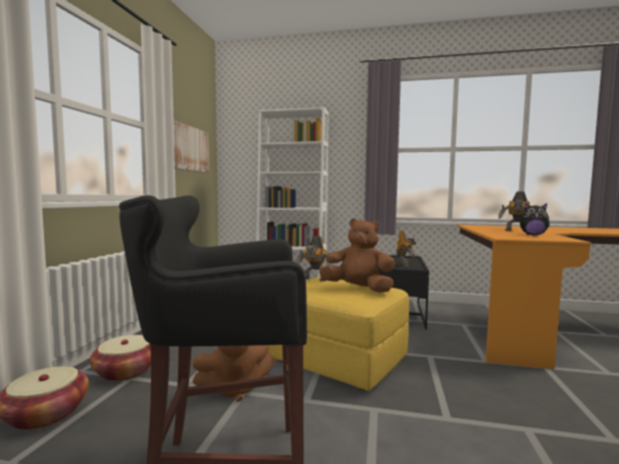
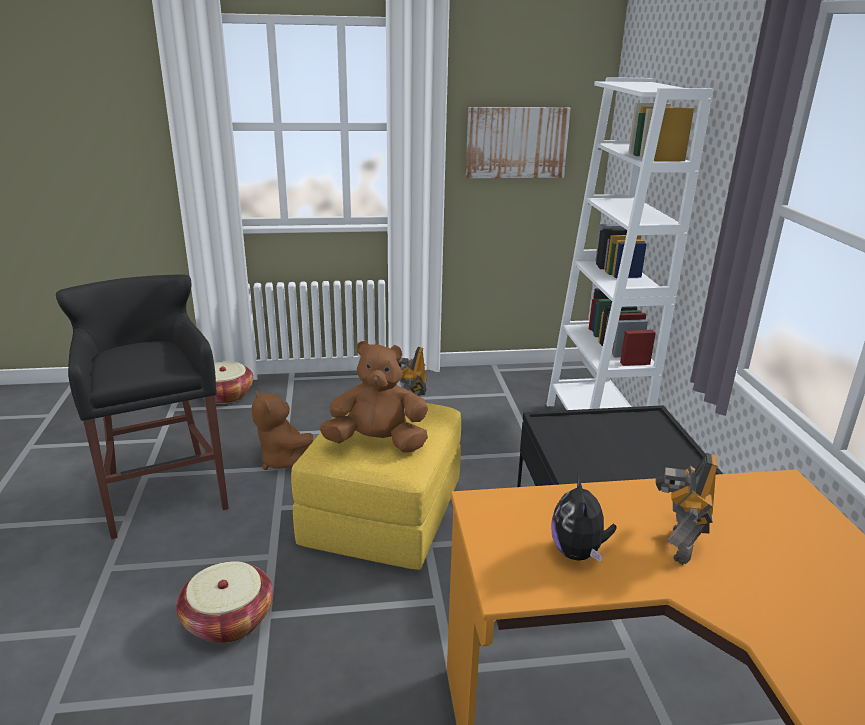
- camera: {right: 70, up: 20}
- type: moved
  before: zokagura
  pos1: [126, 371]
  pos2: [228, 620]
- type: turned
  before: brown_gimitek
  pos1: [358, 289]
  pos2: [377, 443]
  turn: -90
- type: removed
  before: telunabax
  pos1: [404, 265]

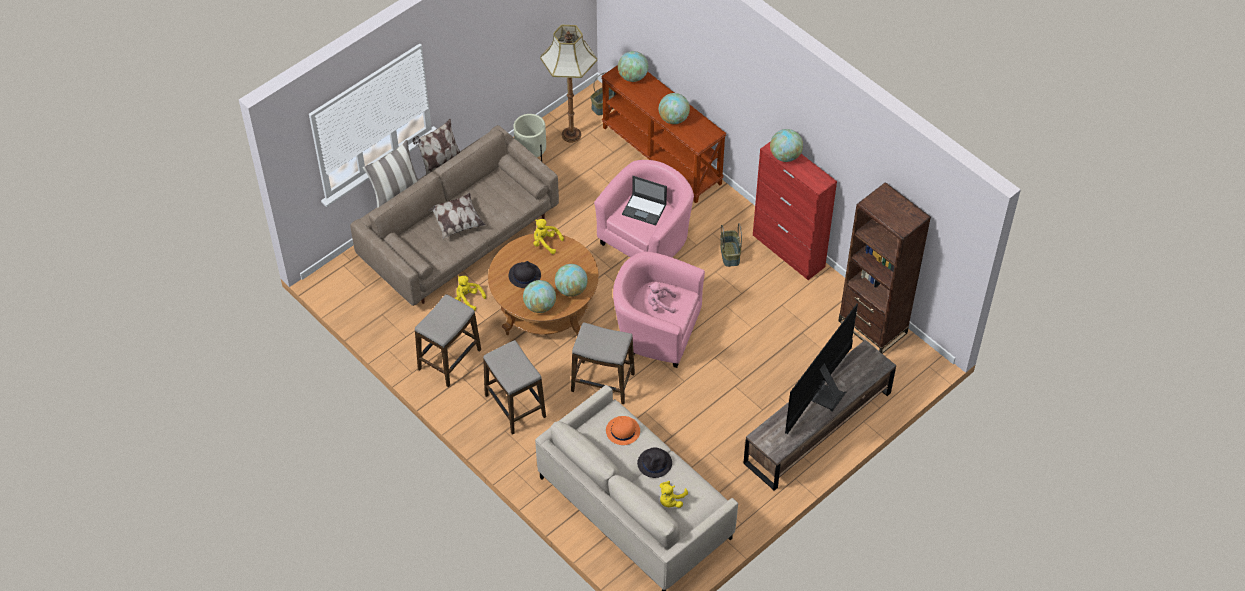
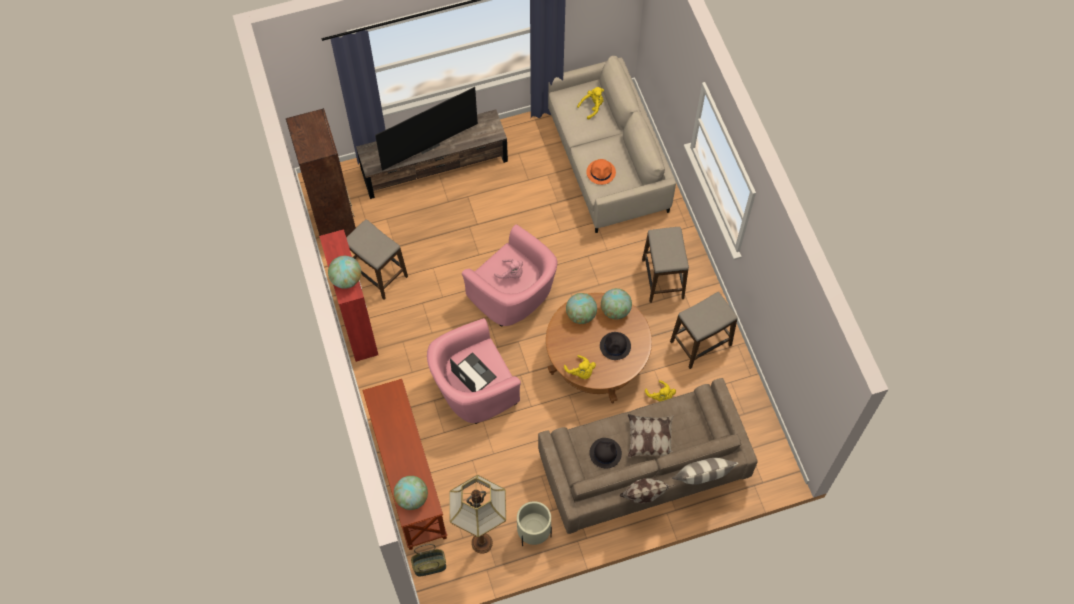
- camera: {right: -155, up: 10}
- type: moved
  before: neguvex
  pos1: [603, 383]
  pos2: [378, 273]
- type: moved
  before: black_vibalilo
  pos1: [655, 463]
  pos2: [605, 453]
- type: removed
  before: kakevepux
  pos1: [673, 119]
- type: removed
  before: zokagura
  pos1: [730, 254]

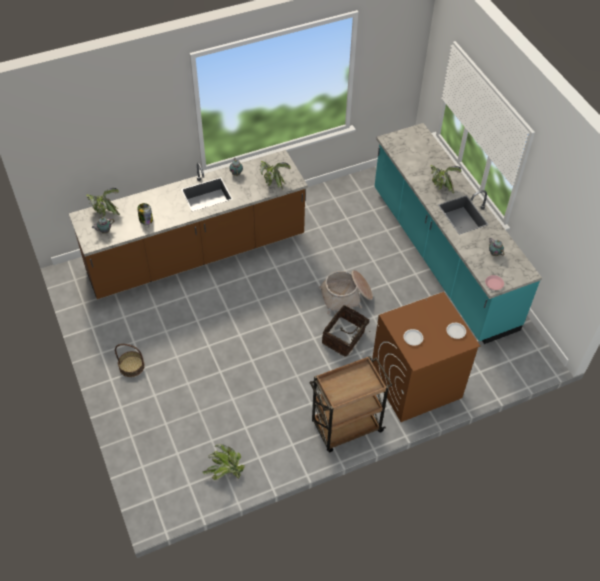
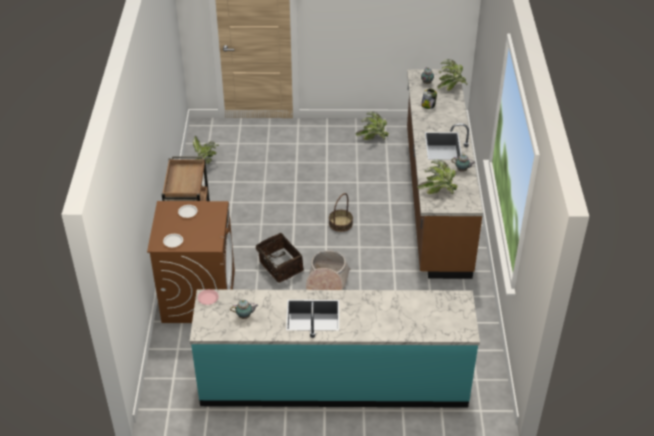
- camera: {right: 115, up: -10}
- type: moved
  before: zokagura
  pos1: [131, 366]
  pos2: [340, 223]
- type: moved
  before: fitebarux
  pos1: [440, 185]
  pos2: [372, 137]

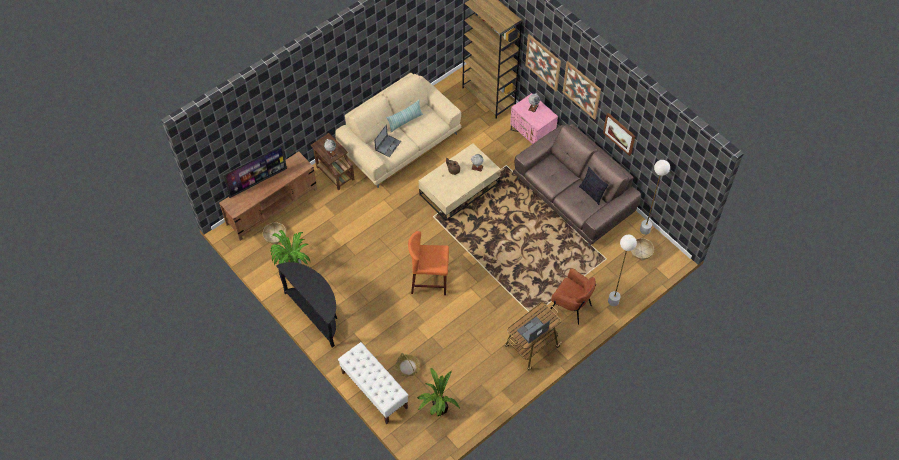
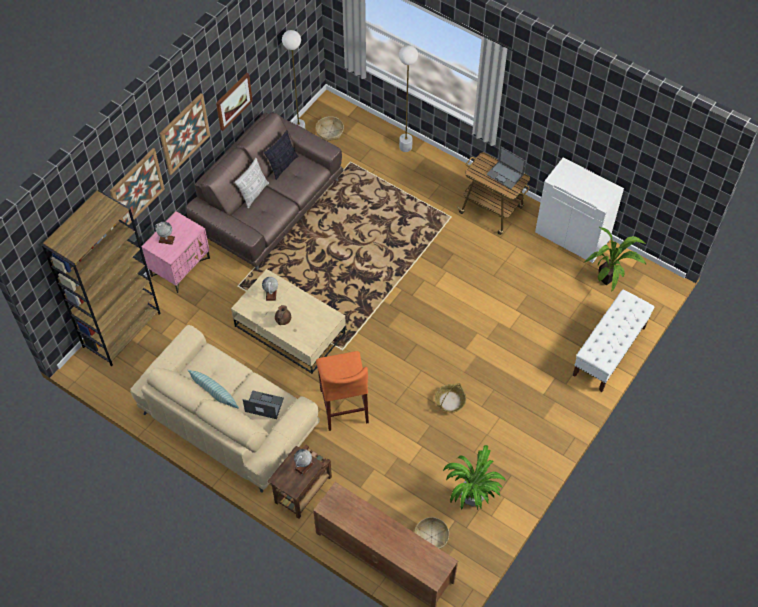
- camera: {right: -105, up: 0}
- type: added
  after: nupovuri
  pos2: [254, 193]
- type: moved
  before: orange_neguvex
  pos1: [429, 281]
  pos2: [344, 406]
- type: moved
  before: zokagura
  pos1: [407, 367]
  pos2: [450, 401]
- type: added
  after: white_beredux
  pos2: [572, 236]
- type: removed
  before: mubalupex
  pos1: [258, 182]
- type: removed
  before: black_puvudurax
  pos1: [316, 314]
- type: removed
  before: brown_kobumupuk
  pos1: [570, 307]

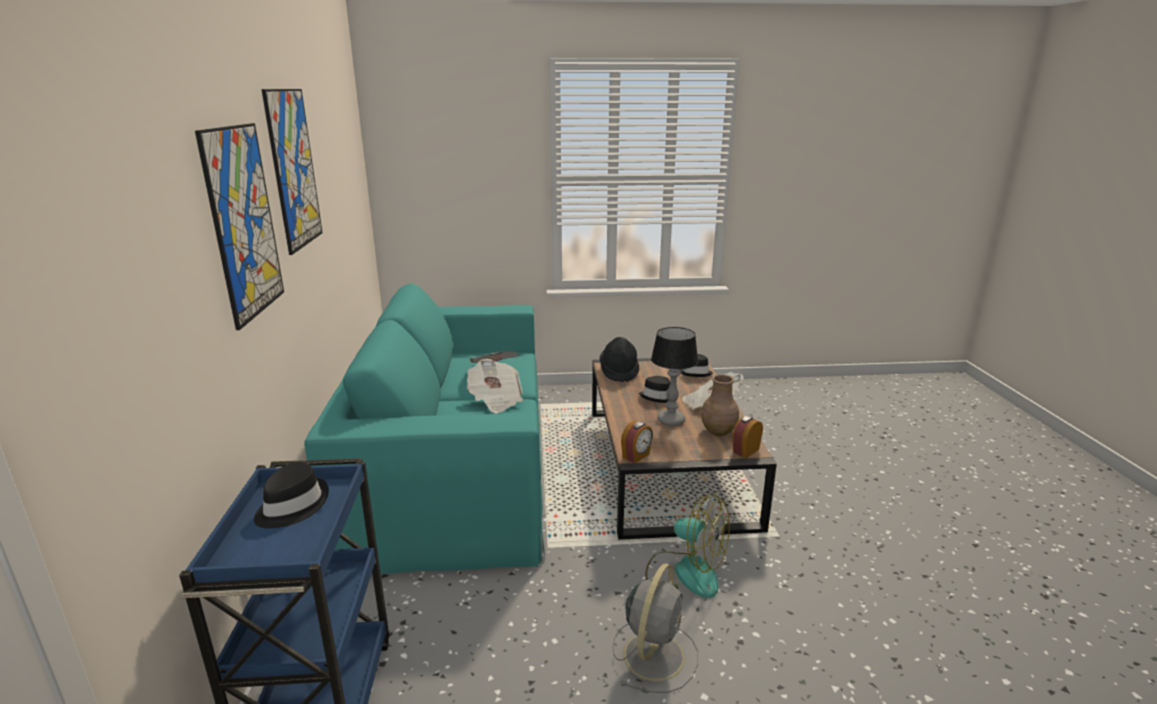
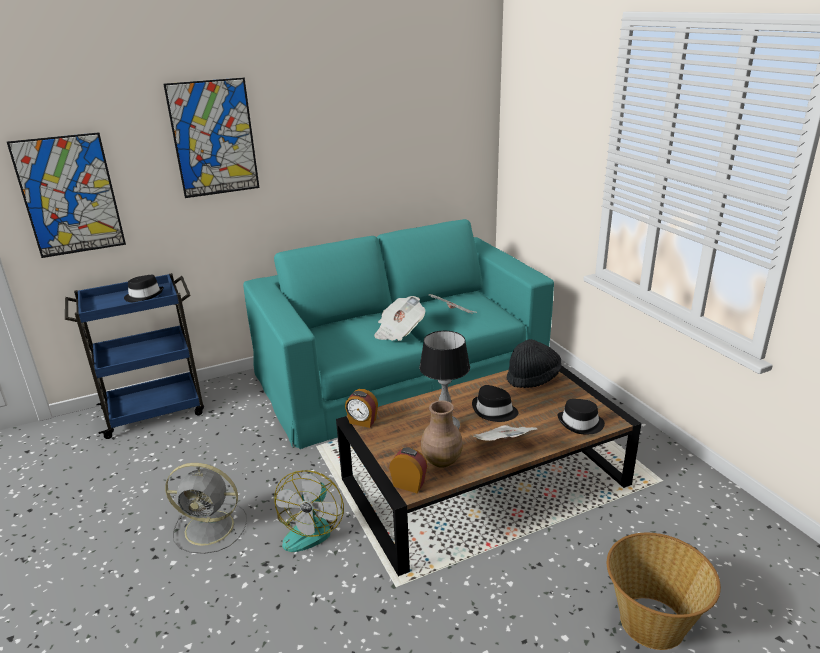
- camera: {right: 70, up: 5}
- type: moved
  before: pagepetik
  pos1: [294, 169]
  pos2: [69, 195]
- type: added
  after: zokagura
  pos2: [651, 623]

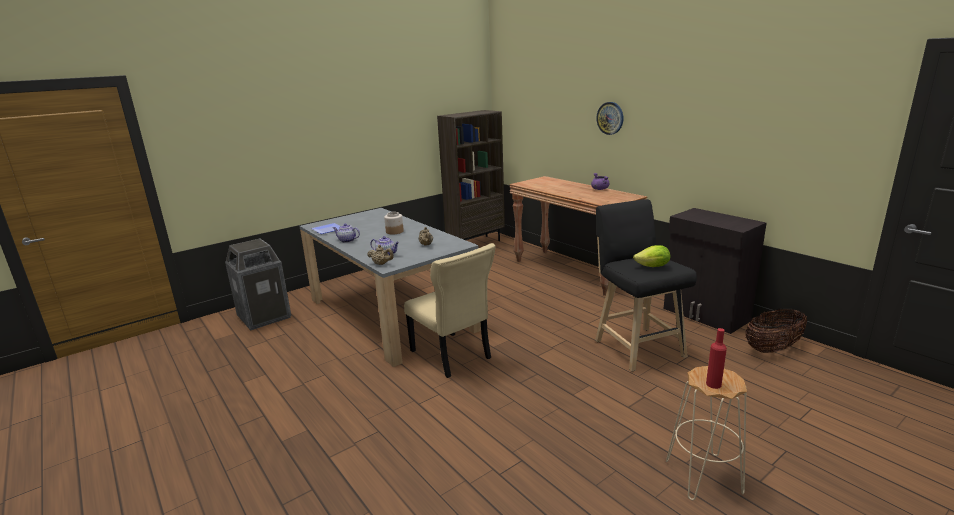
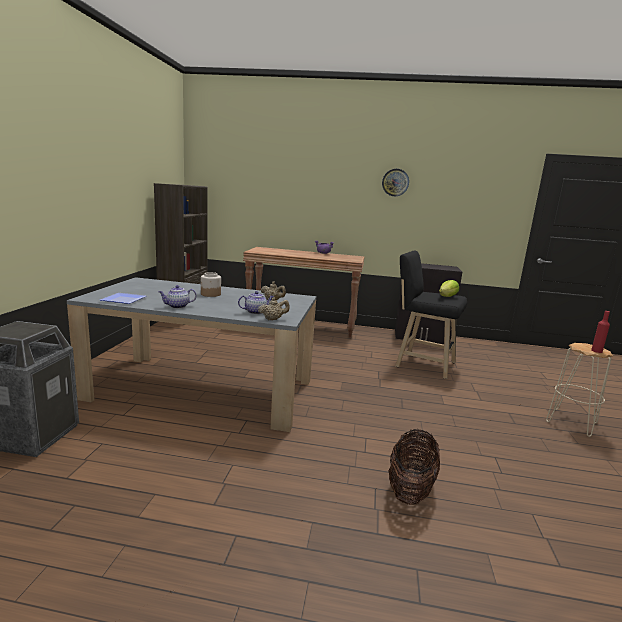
- camera: {right: -45, up: -5}
- type: moved
  before: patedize
  pos1: [610, 118]
  pos2: [395, 182]
- type: moved
  before: zokagura
  pos1: [772, 348]
  pos2: [410, 489]
- type: removed
  before: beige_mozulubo
  pos1: [452, 356]

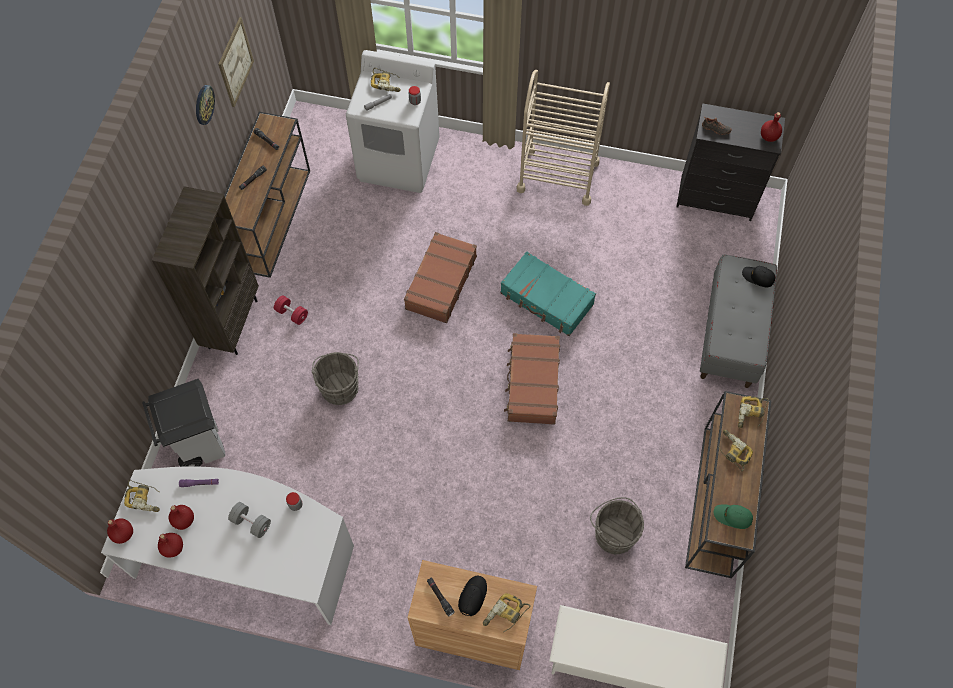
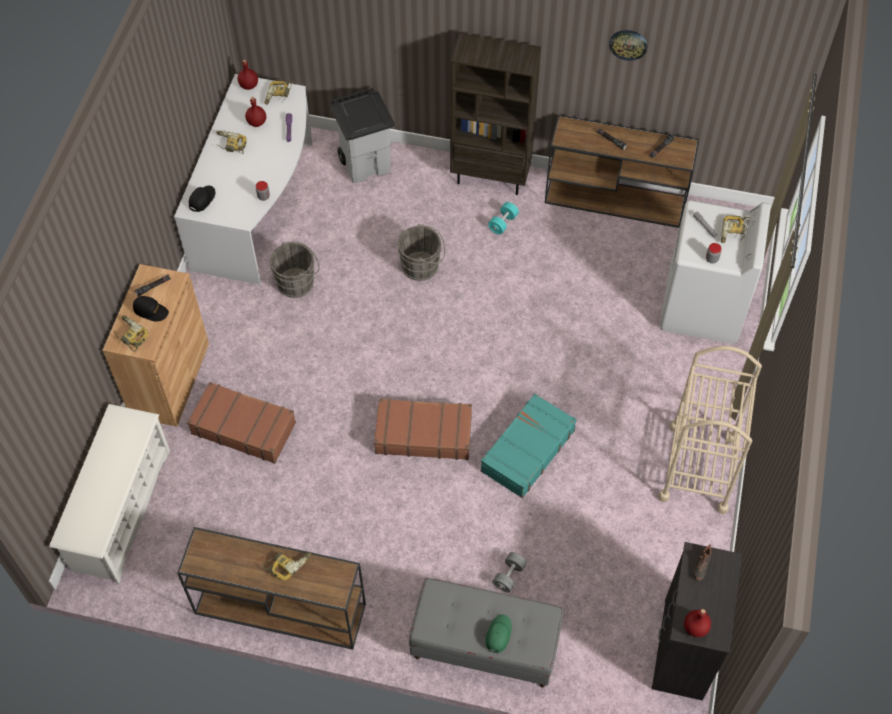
- camera: {right: 90, up: -5}
- type: moved
  before: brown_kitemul
  pos1: [440, 283]
  pos2: [243, 427]
- type: moved
  before: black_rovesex
  pos1: [758, 277]
  pos2: [202, 199]
- type: moved
  before: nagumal
  pos1: [751, 414]
  pos2: [230, 144]
- type: moved
  before: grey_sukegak
  pos1: [613, 532]
  pos2: [297, 282]
- type: moved
  before: green_rovesex
  pos1: [732, 516]
  pos2: [498, 634]
- type: recoloured
  before: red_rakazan
  after: turquoise_rakazan
  pos1: [292, 314]
  pos2: [503, 223]
- type: moved
  before: grey_rakazan
  pos1: [251, 522]
  pos2: [509, 576]
- type: removed
  before: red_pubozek
  pos1: [173, 548]
- type: removed
  before: pagepetik
  pos1: [235, 62]

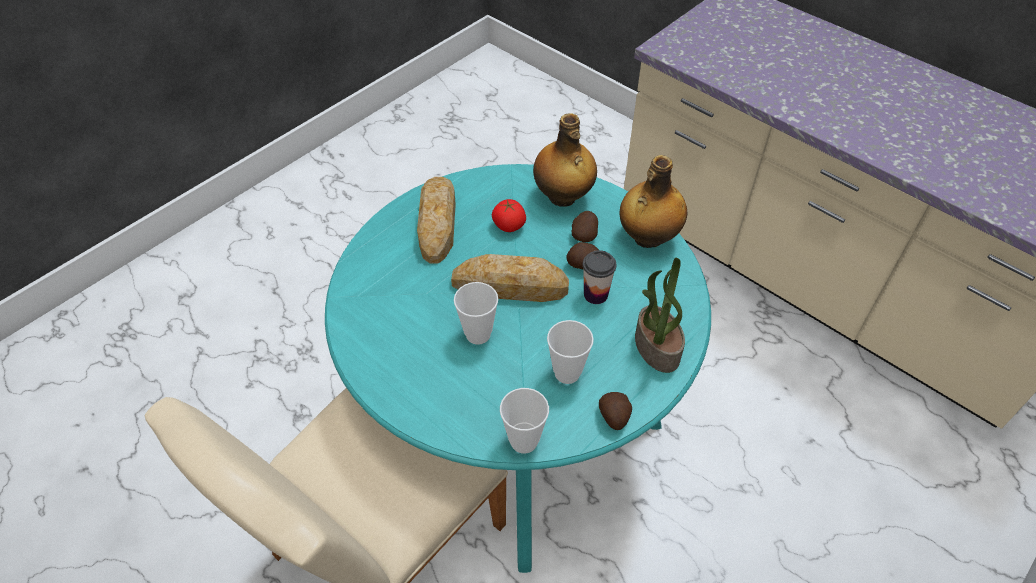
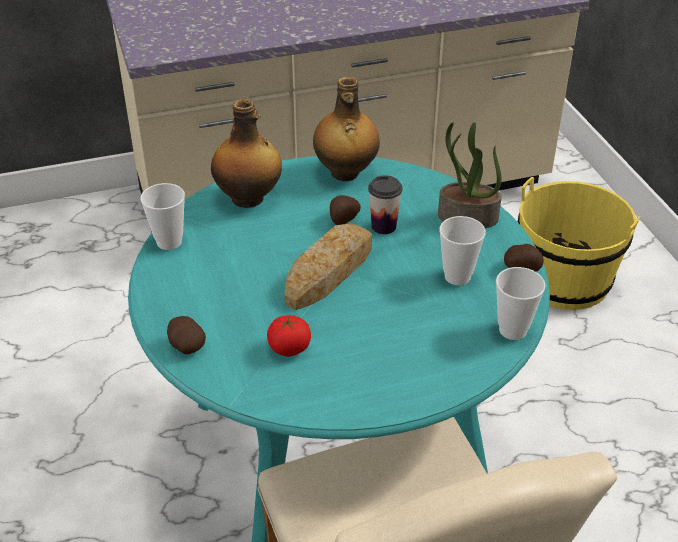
- camera: {right: -60, up: -10}
- type: moved
  before: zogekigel
  pos1: [478, 334]
  pos2: [169, 242]
- type: moved
  before: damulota
  pos1: [584, 234]
  pos2: [186, 345]
- type: moved
  before: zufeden
  pos1: [509, 226]
  pos2: [289, 348]
- type: added
  after: yellow_sukegak
  pos2: [564, 280]
- type: removed
  before: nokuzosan
  pos1: [437, 222]

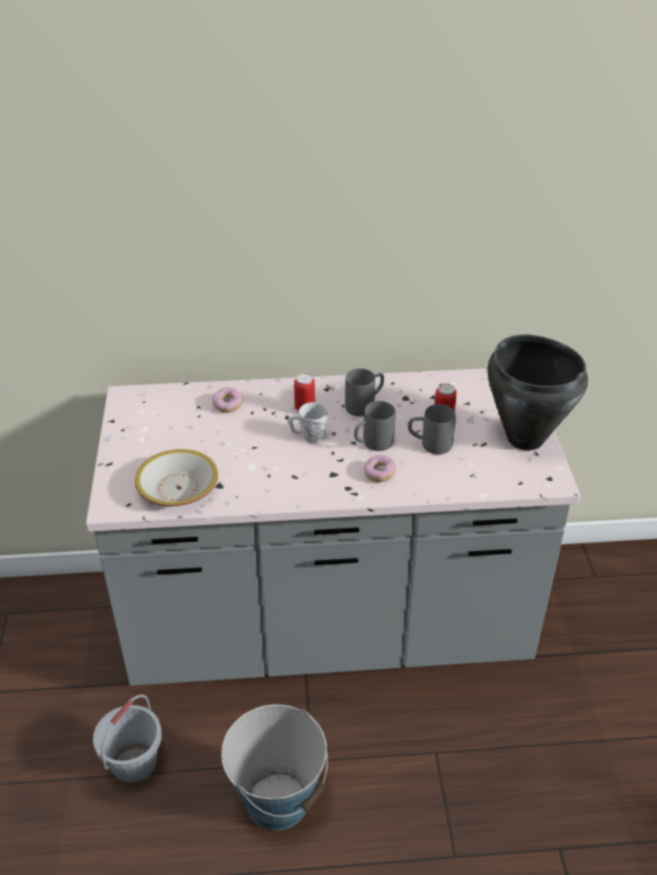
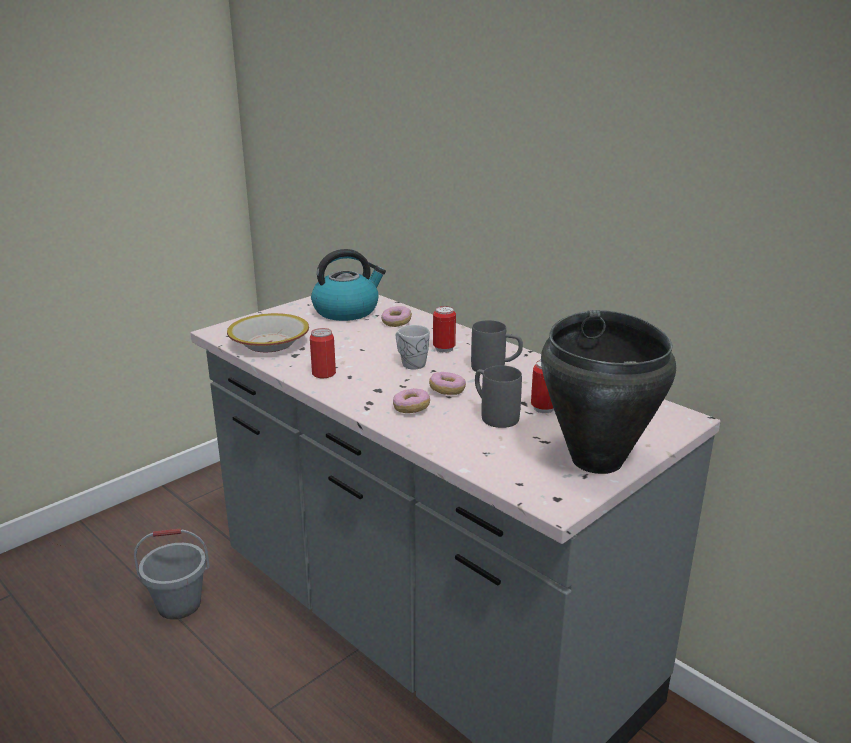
- camera: {right: 50, up: -15}
- type: added
  after: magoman
  pos2: [324, 373]
- type: added
  after: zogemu
  pos2: [347, 311]
- type: replaced
  before: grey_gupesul
  after: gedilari
  pos1: [372, 444]
  pos2: [447, 391]
- type: removed
  before: sukegak
  pos1: [278, 800]

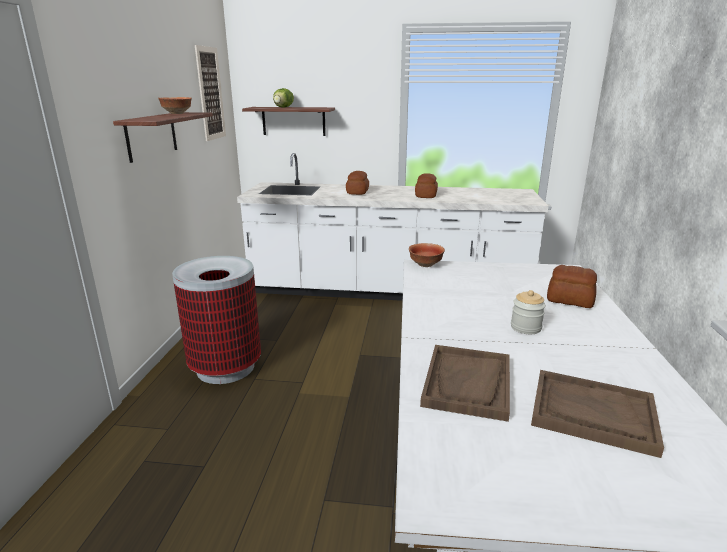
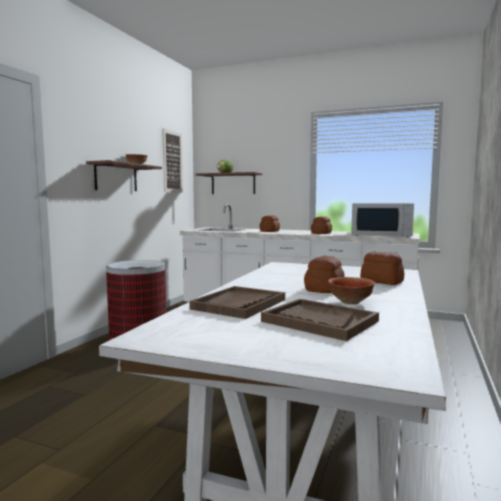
- camera: {right: 15, up: -15}
- type: replaced
  before: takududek
  after: nokuzosan
  pos1: [525, 327]
  pos2: [323, 289]
- type: moved
  before: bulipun
  pos1: [426, 265]
  pos2: [351, 302]
- type: added
  after: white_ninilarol
  pos2: [381, 234]

